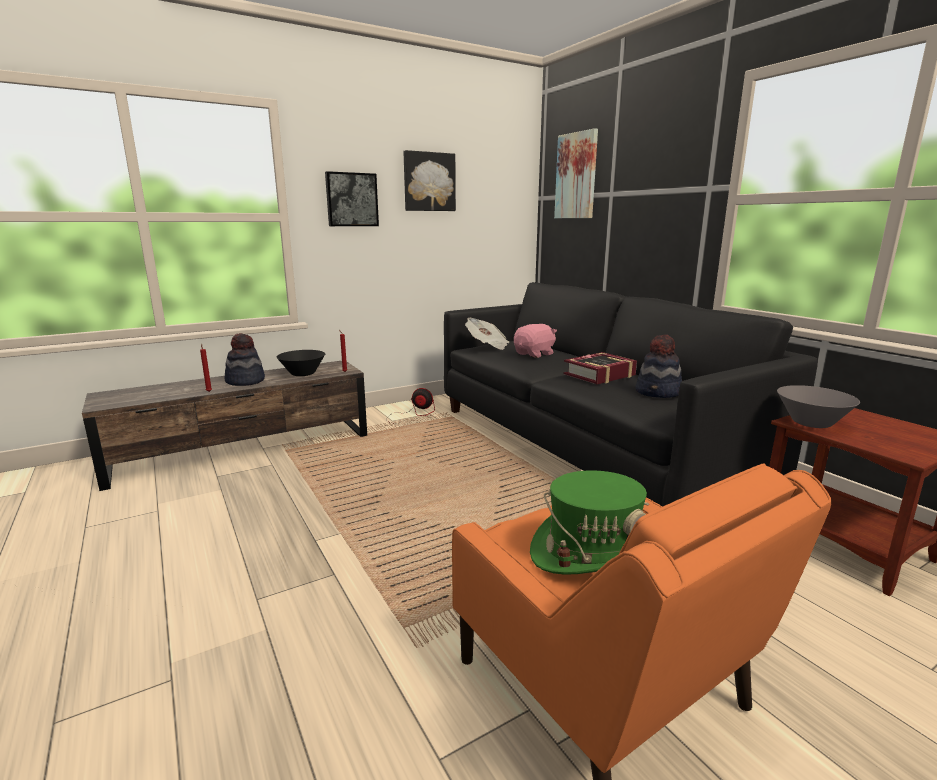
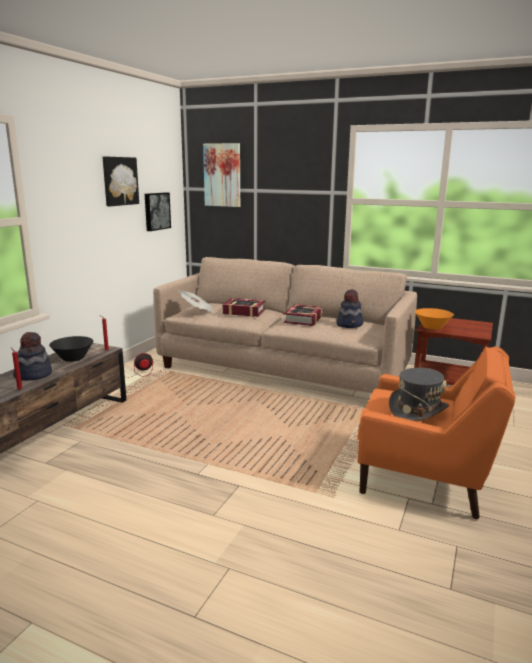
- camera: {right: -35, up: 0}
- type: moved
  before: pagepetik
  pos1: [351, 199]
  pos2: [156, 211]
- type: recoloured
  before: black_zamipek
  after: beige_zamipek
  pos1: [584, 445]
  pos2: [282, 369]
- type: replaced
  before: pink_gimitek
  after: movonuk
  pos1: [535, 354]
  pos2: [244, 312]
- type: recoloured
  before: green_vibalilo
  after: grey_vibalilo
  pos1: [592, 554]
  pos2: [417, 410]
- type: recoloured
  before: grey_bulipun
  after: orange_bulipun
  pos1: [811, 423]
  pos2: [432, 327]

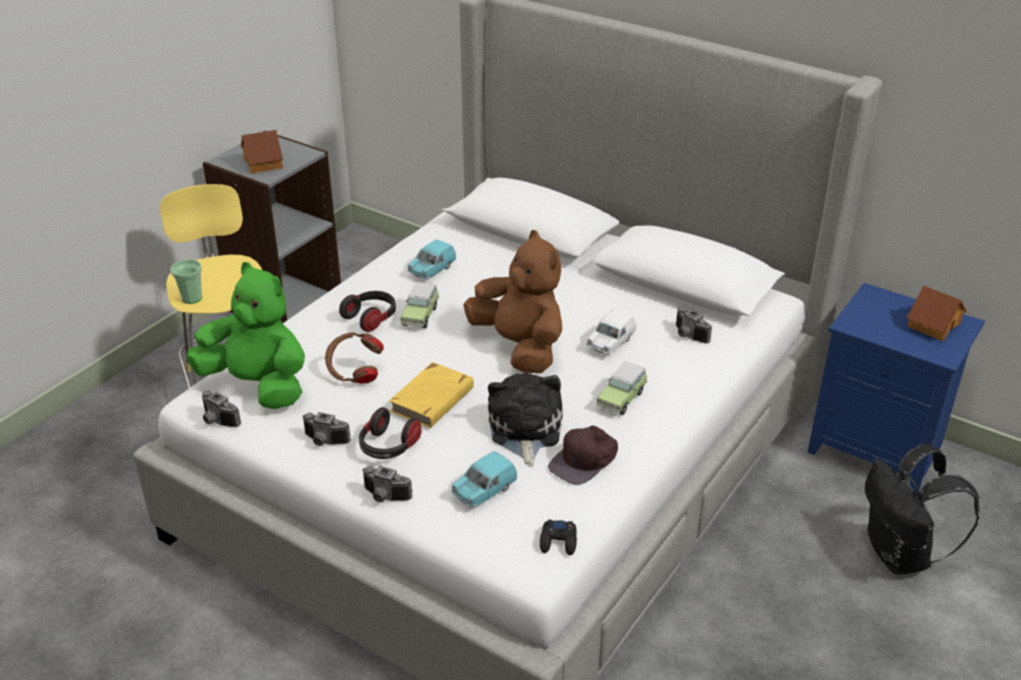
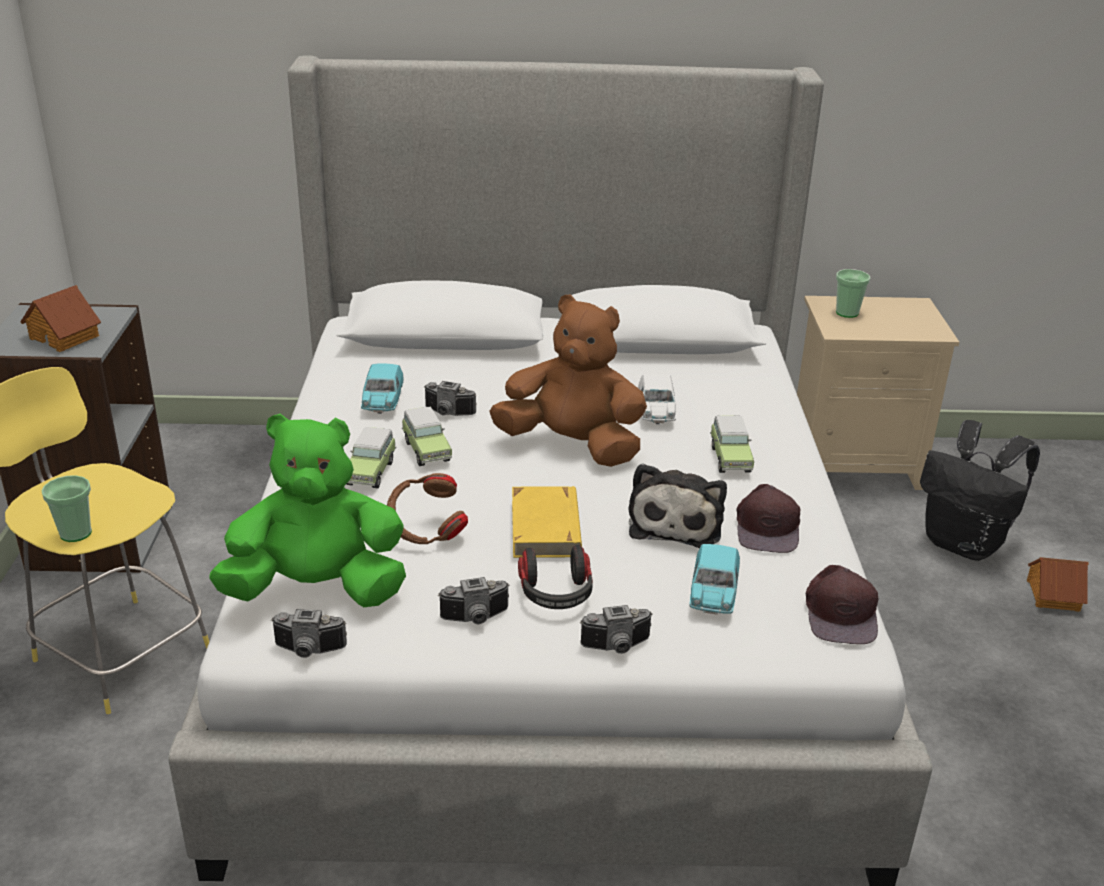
- camera: {right: -35, up: -5}
- type: replaced
  before: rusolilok
  after: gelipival
  pos1: [371, 318]
  pos2: [371, 471]
- type: moved
  before: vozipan
  pos1: [688, 336]
  pos2: [447, 413]
- type: turned
  before: gimitek
  pos1: [524, 430]
  pos2: [676, 522]
  turn: -135
- type: recoloured
  before: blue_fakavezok
  after: beige_fakavezok
  pos1: [879, 449]
  pos2: [854, 463]
- type: replaced
  before: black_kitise
  after: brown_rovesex
  pos1: [558, 541]
  pos2: [841, 612]
- type: added
  after: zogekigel
  pos2: [847, 313]
- type: moved
  before: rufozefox
  pos1: [933, 325]
  pos2: [1052, 595]

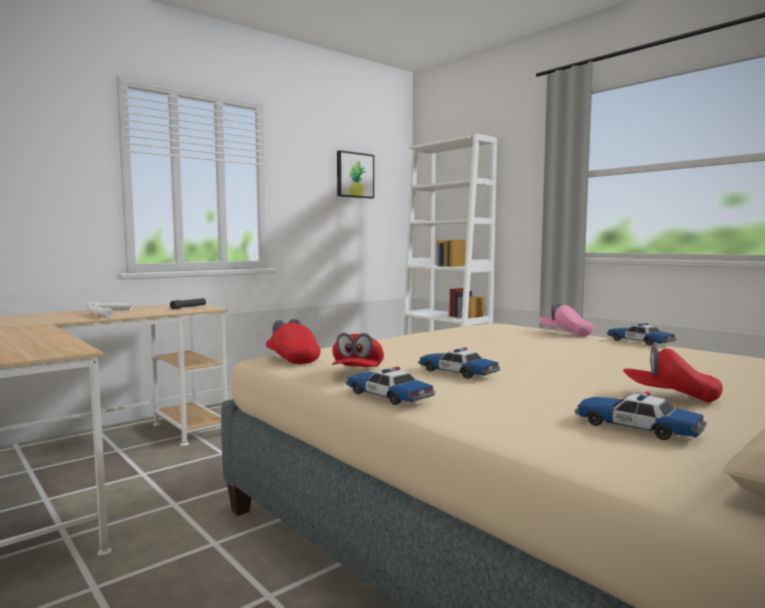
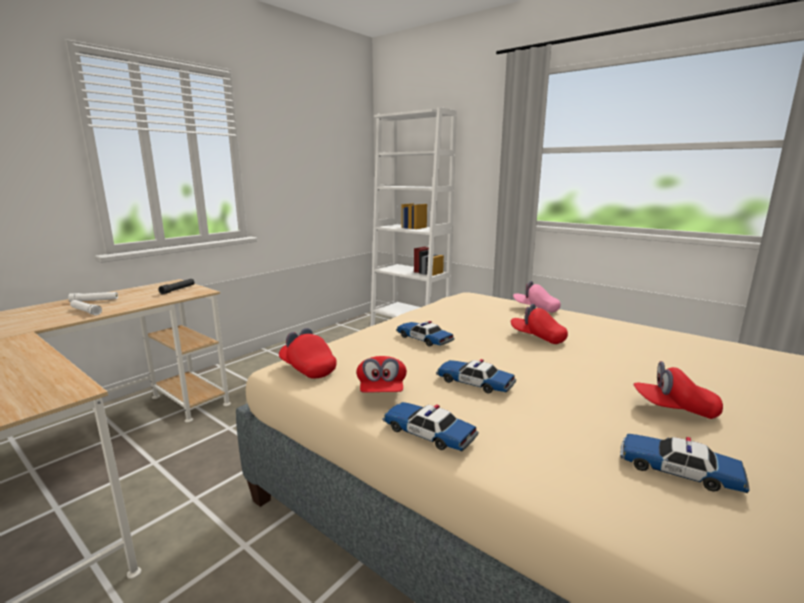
- camera: {right: -10, up: 10}
- type: moved
  before: gelipival
  pos1: [639, 342]
  pos2: [424, 339]
- type: added
  after: red_rovesex
  pos2: [537, 337]
- type: removed
  before: pagepetik
  pos1: [354, 175]

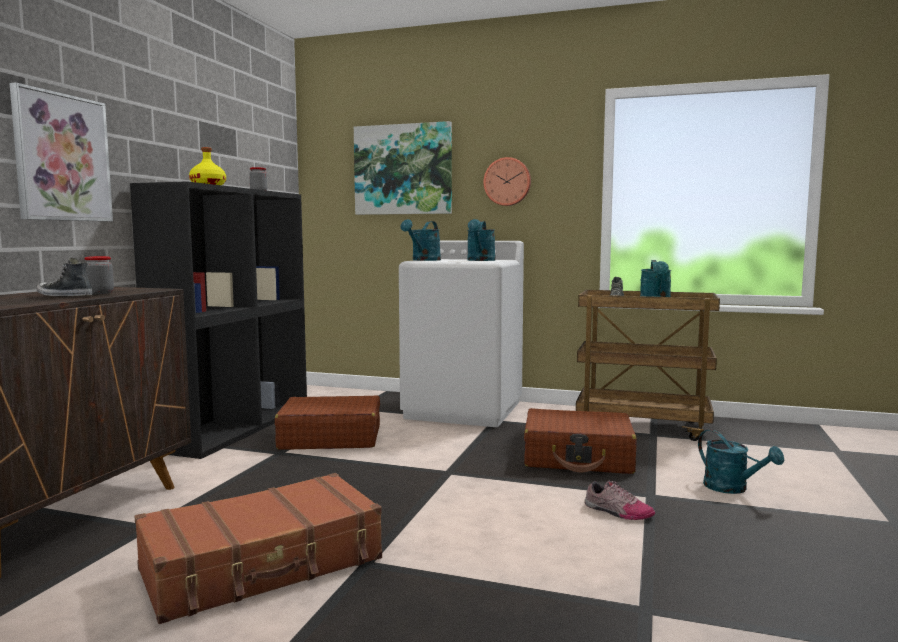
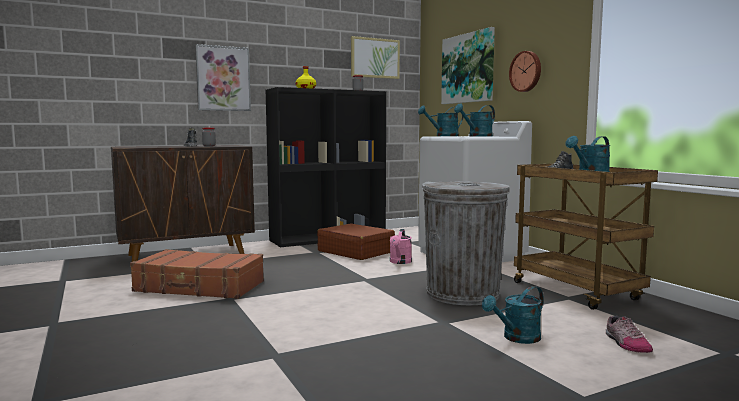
- camera: {right: 45, up: 0}
- type: added
  after: pagepetik
  pos2: [375, 58]
- type: added
  after: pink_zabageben
  pos2: [400, 262]
- type: replaced
  before: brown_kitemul
  after: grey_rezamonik
  pos1: [578, 458]
  pos2: [463, 294]
- type: turned
  before: turquoise_zabageben
  pos1: [732, 488]
  pos2: [517, 338]
  turn: 45
- type: moved
  before: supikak
  pos1: [617, 512]
  pos2: [626, 344]

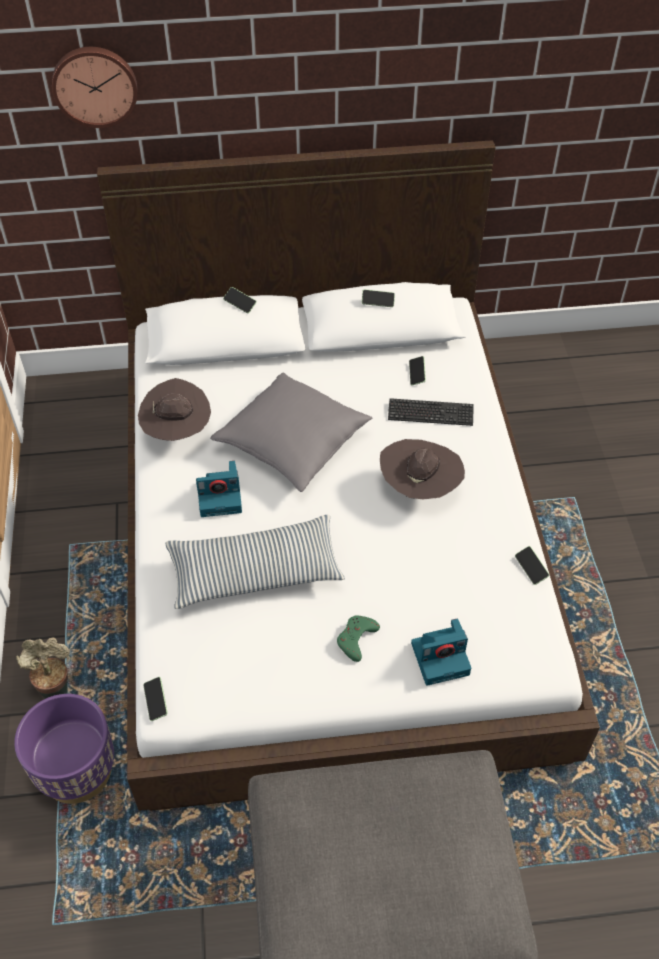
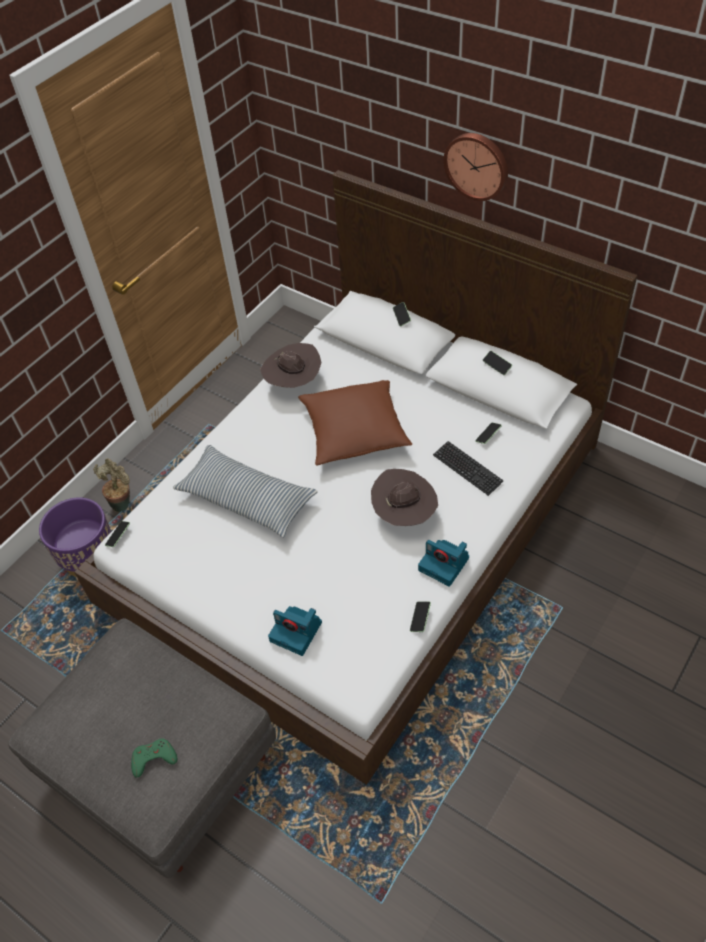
- camera: {right: 45, up: 0}
- type: moved
  before: green_kitise
  pos1: [356, 639]
  pos2: [153, 758]
- type: recoloured
  before: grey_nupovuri
  after: brown_nupovuri
  pos1: [292, 442]
  pos2: [354, 432]
- type: moved
  before: vozipan
  pos1: [221, 496]
  pos2: [445, 564]
- type: moved
  before: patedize
  pos1: [95, 85]
  pos2: [477, 165]

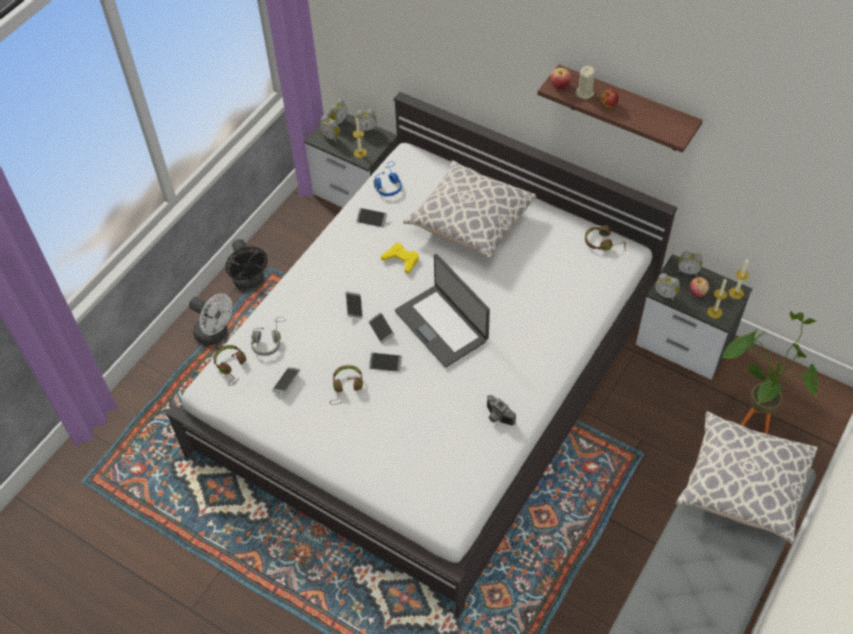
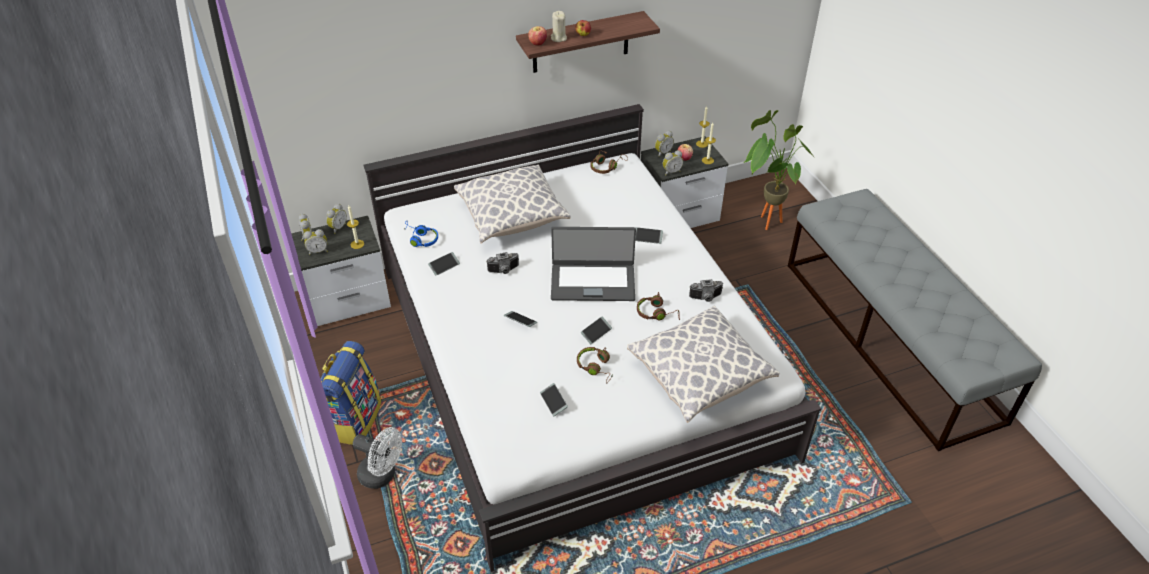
- camera: {right: -55, up: -10}
- type: replaced
  before: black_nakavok
  after: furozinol
  pos1: [250, 281]
  pos2: [354, 419]
- type: turned
  before: white_nakavok
  pos1: [215, 334]
  pos2: [382, 475]
  turn: 45
- type: replaced
  before: yellow_kitise
  after: vozipan
  pos1: [401, 260]
  pos2: [504, 271]
- type: moved
  before: nupovuri
  pos1: [742, 486]
  pos2: [699, 376]
- type: moved
  before: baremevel
  pos1: [381, 330]
  pos2: [648, 238]
- type: moved
  before: brown_rusolilok
  pos1: [231, 366]
  pos2: [657, 313]
- type: removed
  before: grey_rusolilok
  pos1: [269, 340]

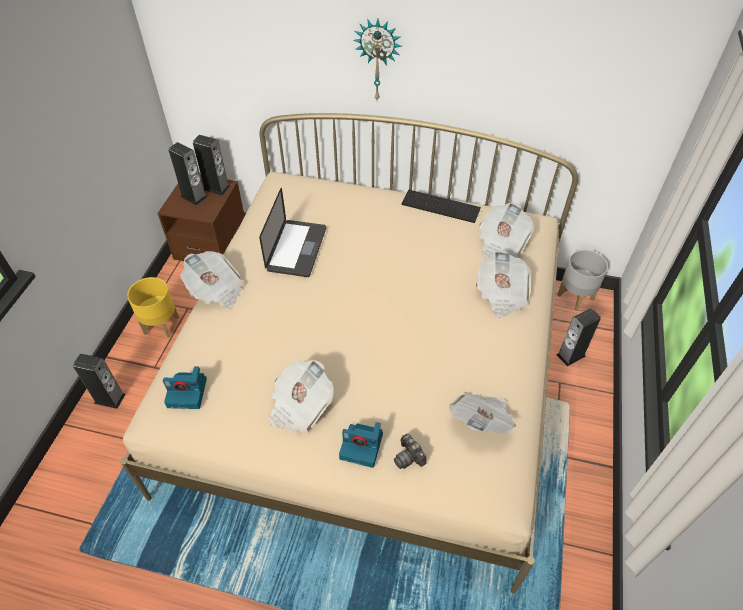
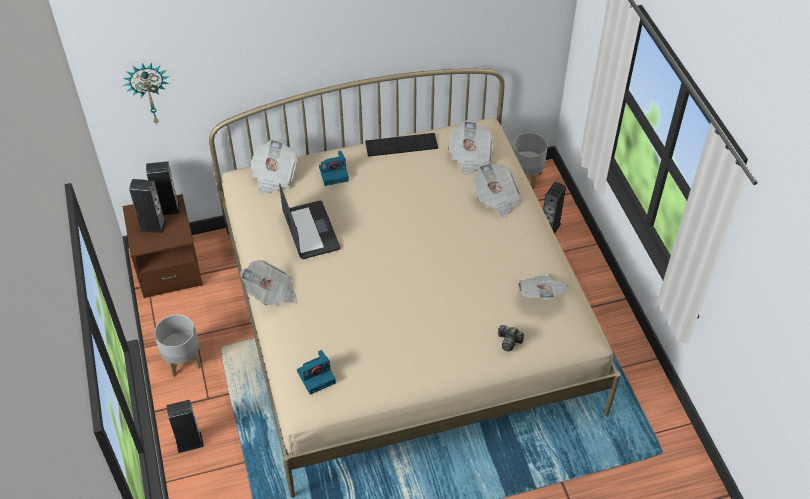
- camera: {right: -30, up: 0}
- type: moved
  before: patedize
  pos1: [378, 60]
  pos2: [149, 92]
- type: recoloured
  before: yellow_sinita
  after: grey_sinita
  pos1: [161, 324]
  pos2: [183, 361]
- type: moved
  before: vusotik
  pos1: [299, 406]
  pos2: [273, 177]
- type: moved
  before: vozipan
  pos1: [362, 446]
  pos2: [334, 173]

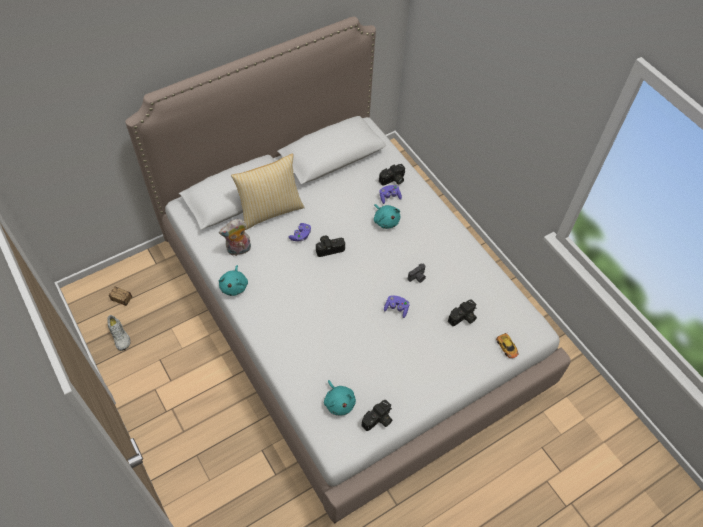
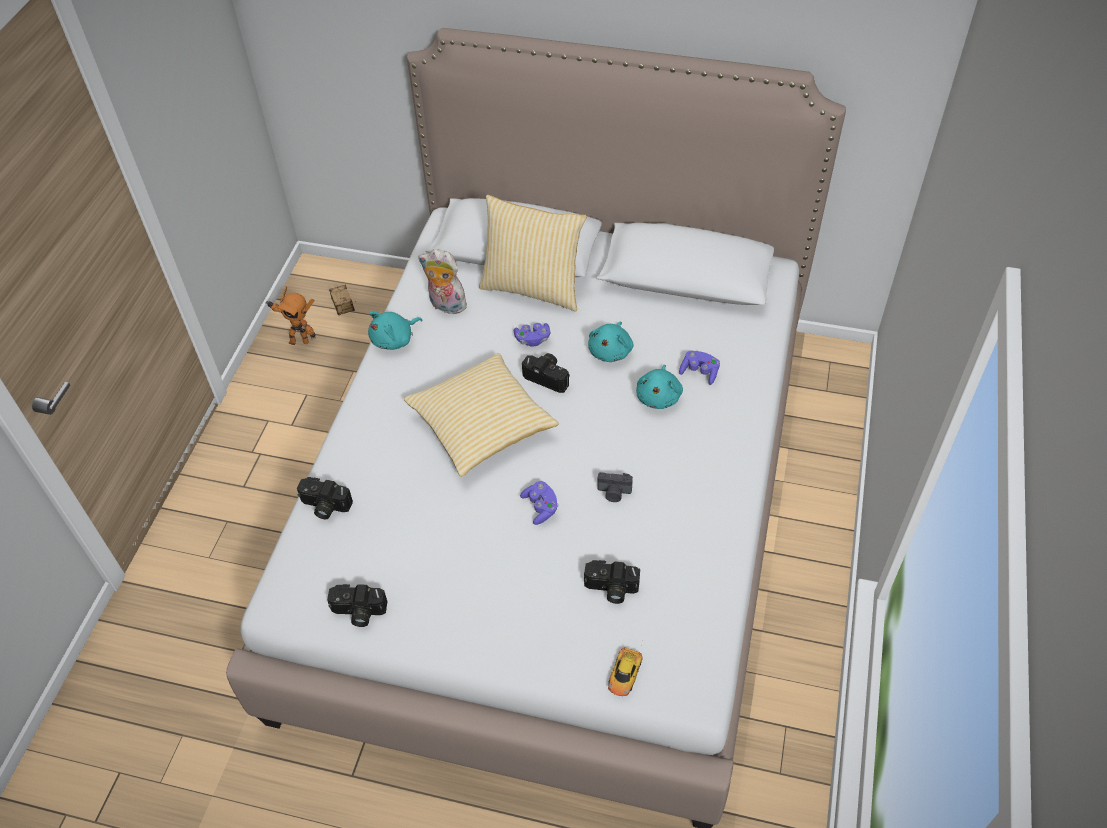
- camera: {right: 50, up: -5}
- type: replaced
  before: white_supikak
  after: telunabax
  pos1: [119, 335]
  pos2: [299, 340]
- type: moved
  before: vozipan
  pos1: [393, 180]
  pos2: [324, 506]
- type: added
  after: nupovuri
  pos2: [482, 426]
- type: moved
  before: turquoise_gimitek
  pos1: [339, 402]
  pos2: [611, 351]

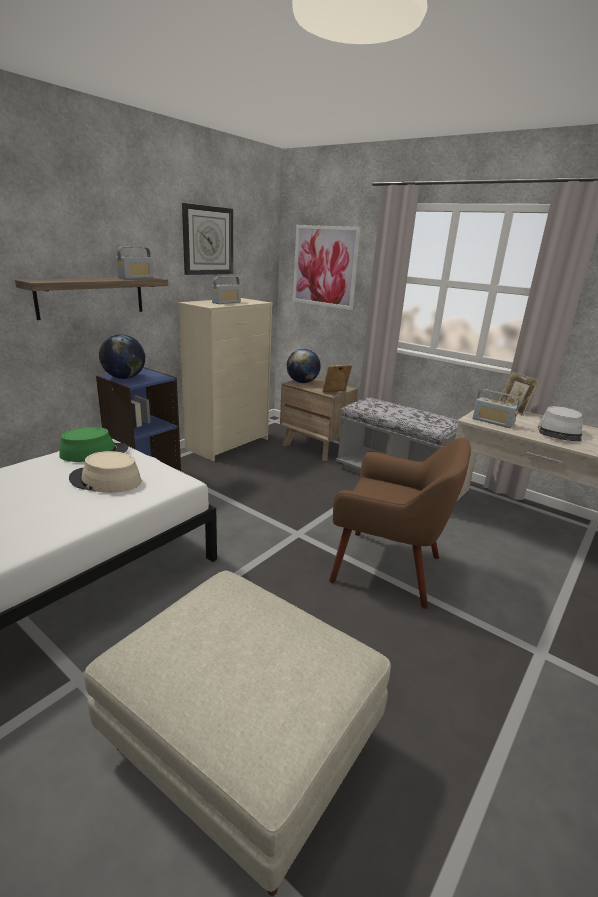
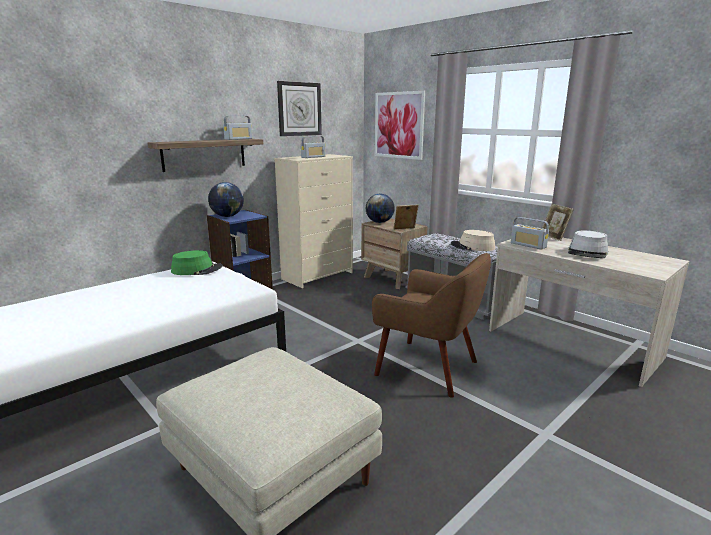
- camera: {right: 10, up: -5}
- type: moved
  before: beige_vibalilo
  pos1: [105, 480]
  pos2: [472, 247]

